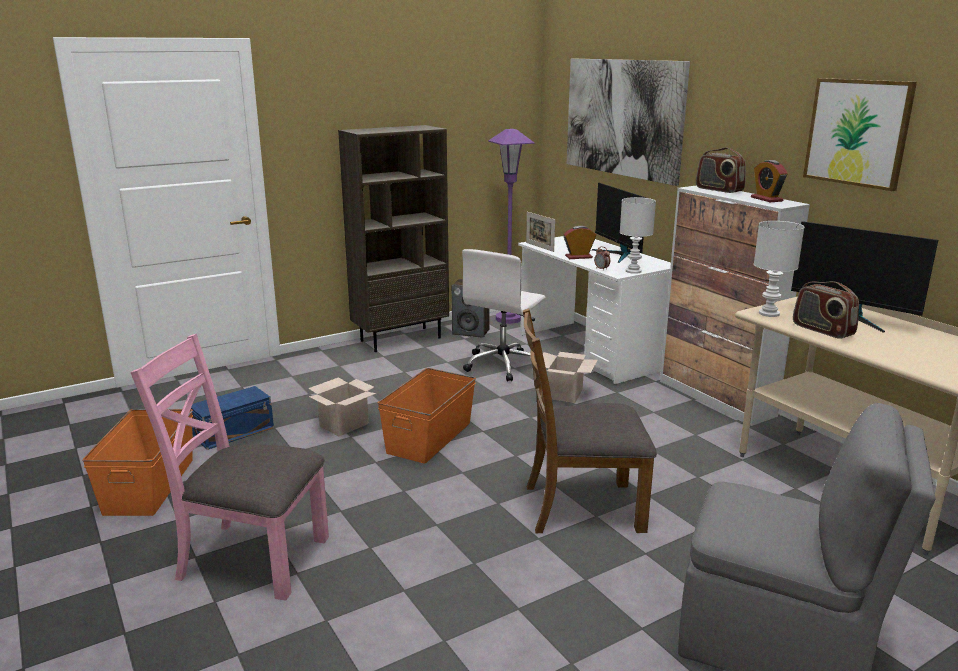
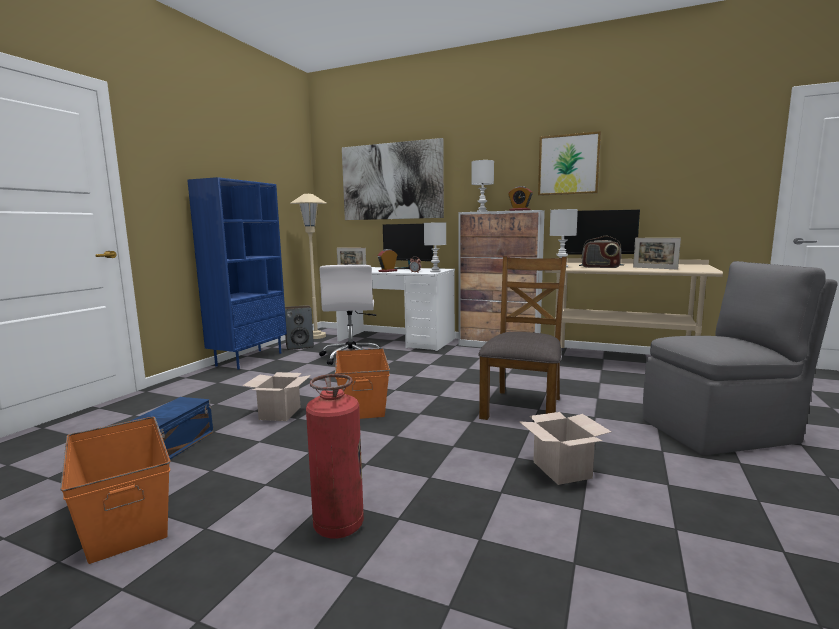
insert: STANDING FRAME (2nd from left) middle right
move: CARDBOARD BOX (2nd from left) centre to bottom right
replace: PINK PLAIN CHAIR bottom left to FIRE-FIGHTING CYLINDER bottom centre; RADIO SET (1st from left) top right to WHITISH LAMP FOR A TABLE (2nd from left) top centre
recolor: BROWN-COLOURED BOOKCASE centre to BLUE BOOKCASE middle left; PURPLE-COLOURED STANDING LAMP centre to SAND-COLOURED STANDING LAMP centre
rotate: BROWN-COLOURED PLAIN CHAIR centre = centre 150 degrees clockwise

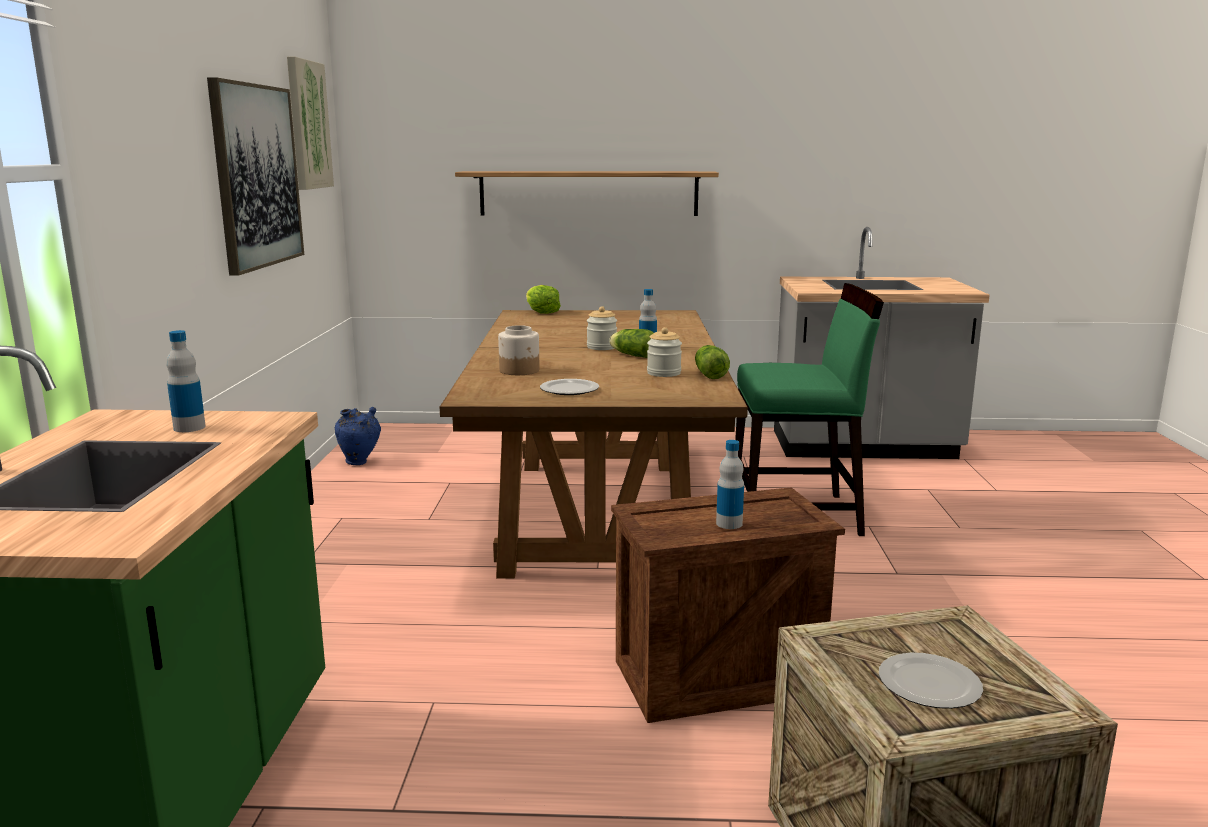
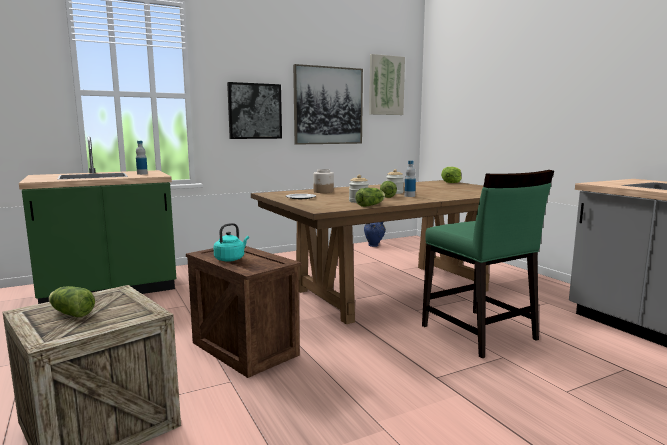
delete: BRACKET SHELF top centre
insert: WALL ART (1st from left) top centre
replace: DRINK BOTTLE (3rd from left) centre to TURQUOISE WATER KETTLE centre; DINNER PLATE (2nd from left) bottom right to HEAD OF LETTUCE (1st from left) bottom left

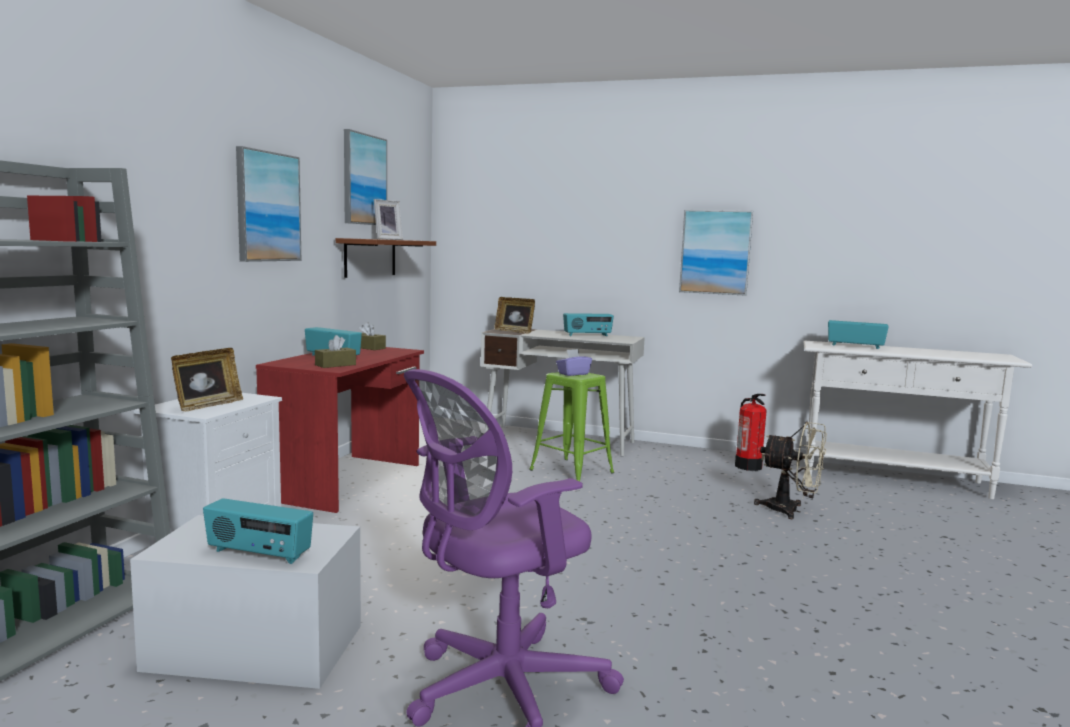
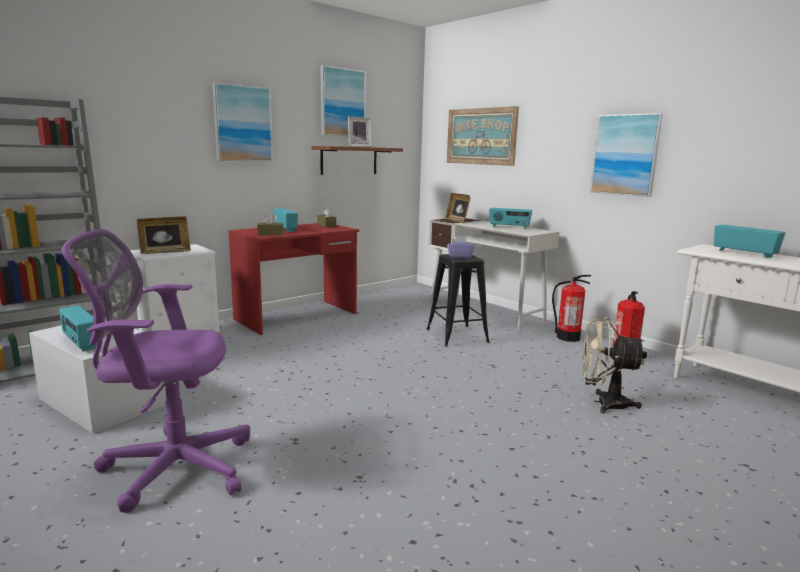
insert: WALL ART (3rd from left) top centre; FIRE-FIGHTING CYLINDER (1st from left) middle right
recolor: GREEN-COLOURED SITTING STOOL centre to BLACKISH SITTING STOOL centre
rotate: SAND-COLOURED ELECTRIC FAN middle right = middle right 135 degrees clockwise

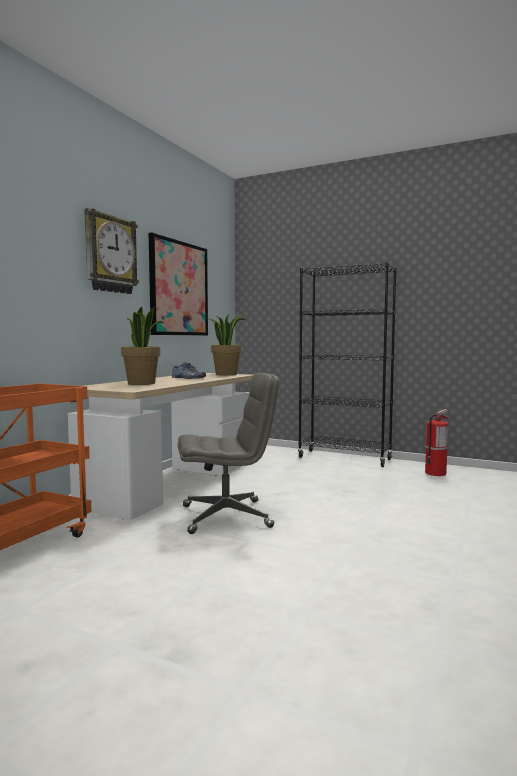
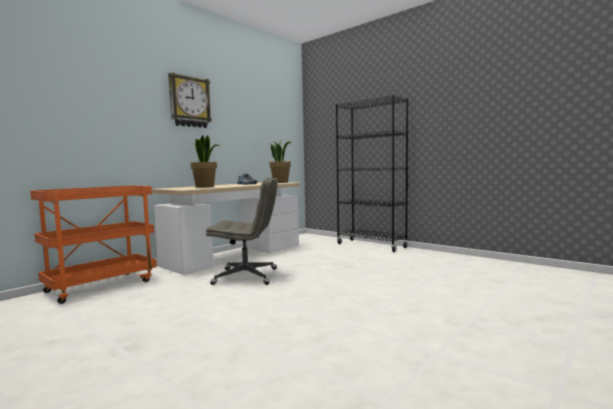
delete: WALL ART centre; FIRE-FIGHTING CYLINDER middle right

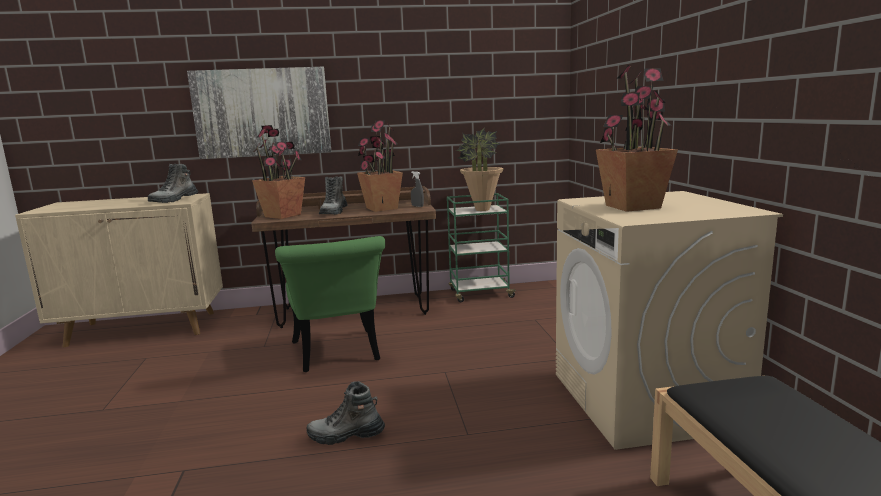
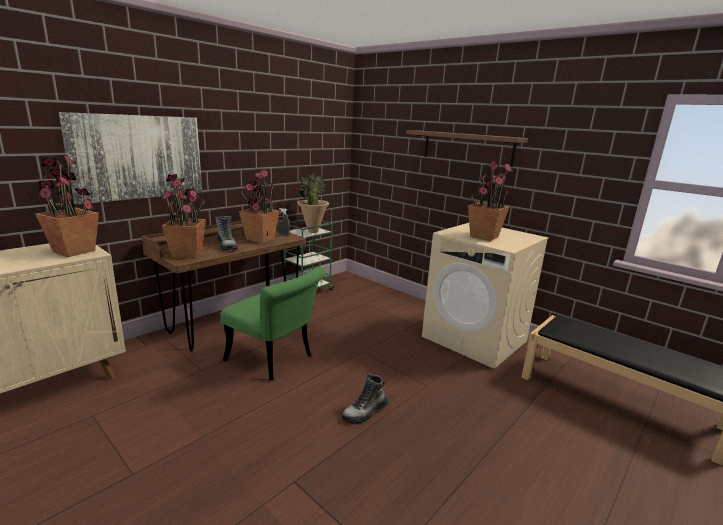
insert: BROWN-COLOURED BRACKET SHELF top centre
replace: HIGH-TOP BOOT (1st from left) middle left to PLANT IN A POT (1st from left) middle left

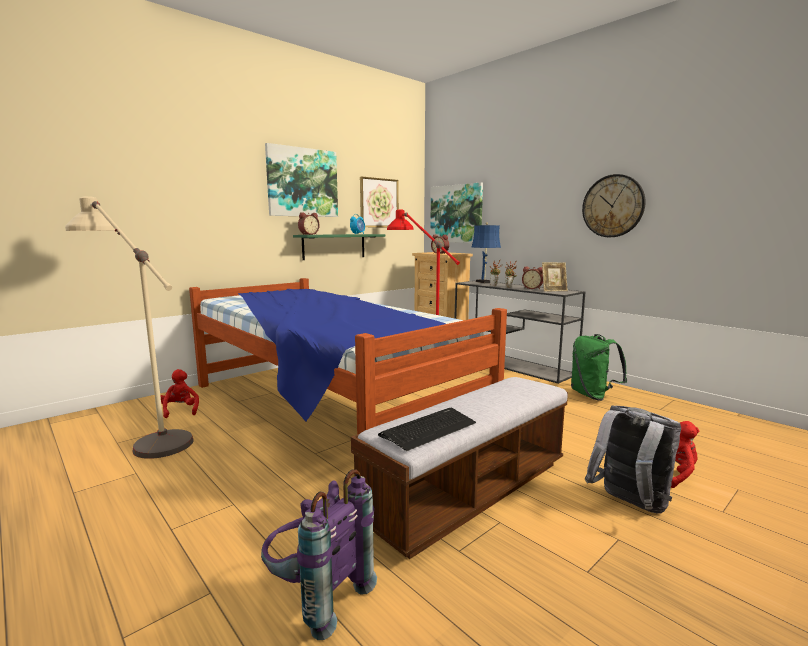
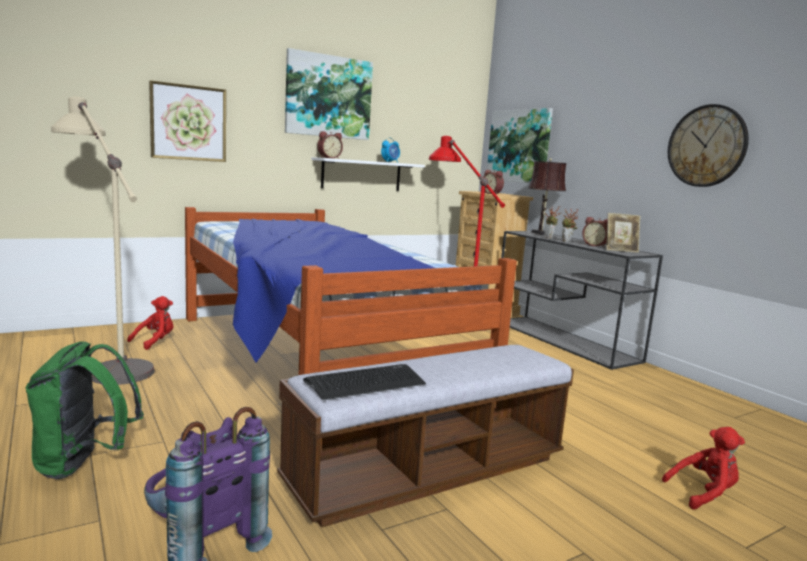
delete: GREYISH BACKPACK bottom right
move: WALL ART (2nd from left in the first image) top centre to WALL ART (1st from left) top left; GREEN-COLOURED BACKPACK middle right to bottom left
recolor: GREEN-COLOURED BRACKET SHELF centre to WHITISH BRACKET SHELF top centre; BLUE LAMP FOR A TABLE centre to BROWN-COLOURED LAMP FOR A TABLE middle right
rotate: RED CUDDLY TOY (1st from left) middle left = middle left 45 degrees clockwise

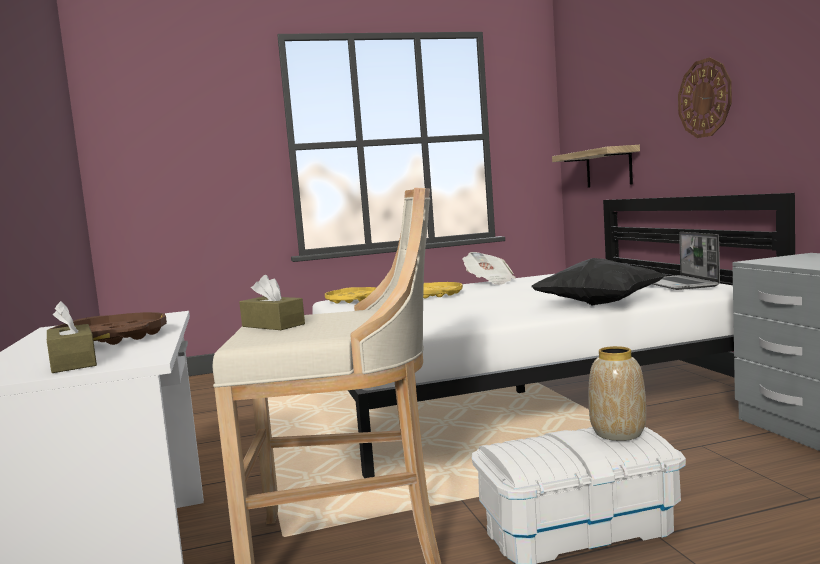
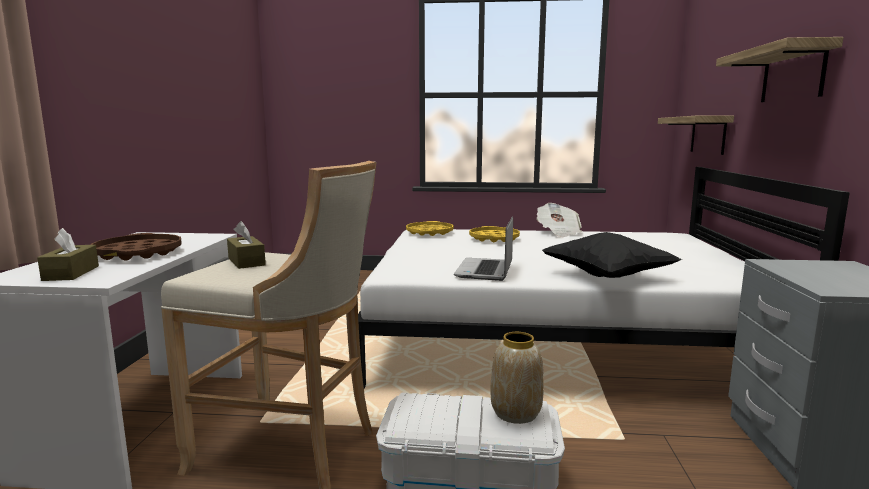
move: LAPTOP middle right to centre
replace: CLOCK ON THE WALL top right to BRACKET SHELF (2nd from left) top right

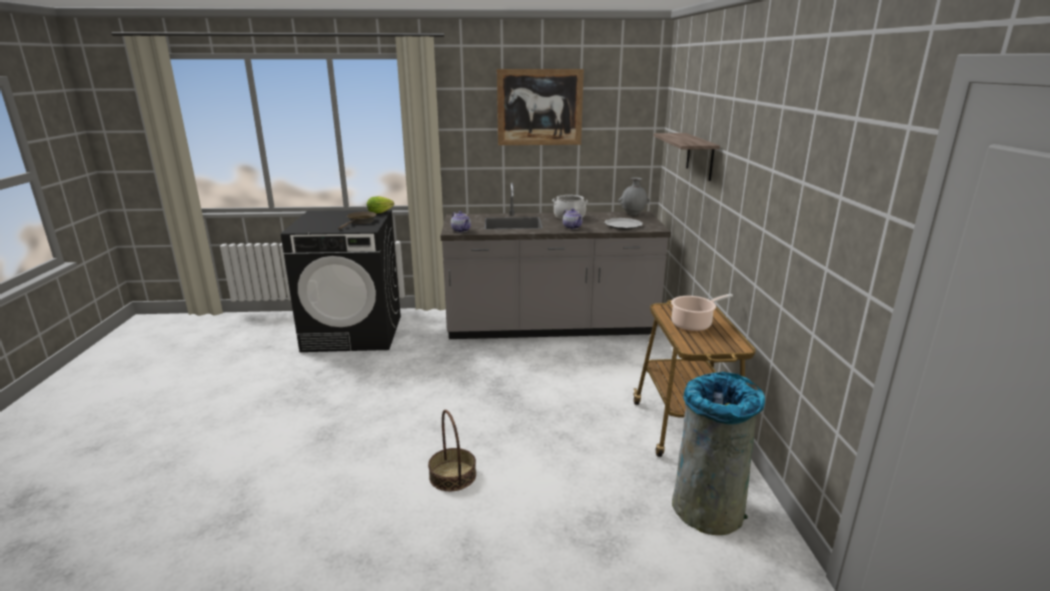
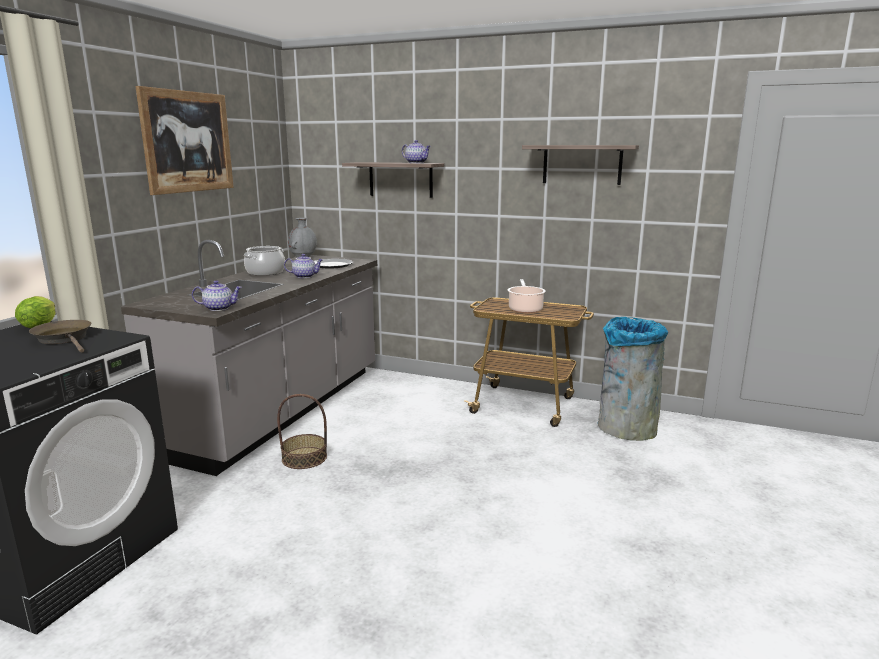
insert: POT FOR TEA (3rd from left) top centre; BRACKET SHELF (2nd from left) top centre
move: HOUSEHOLD BASKET bottom centre to centre

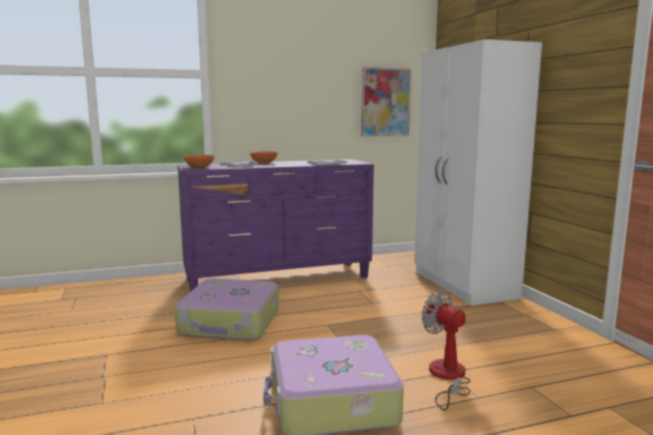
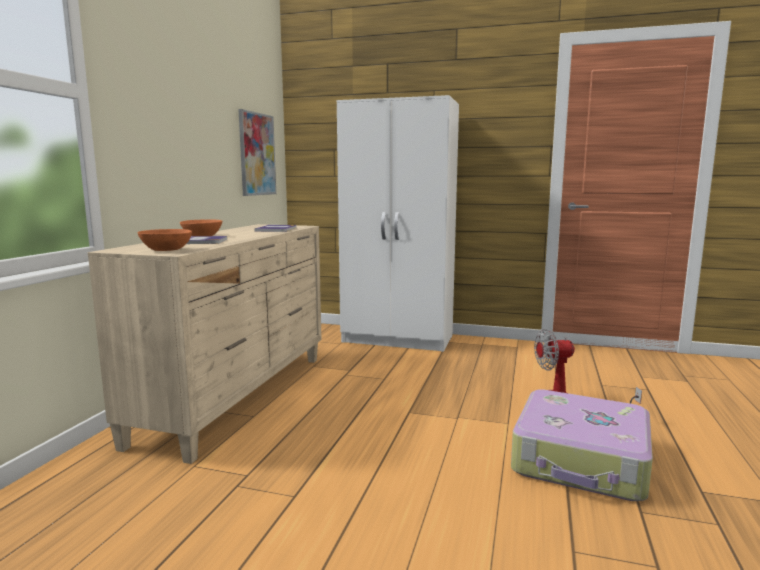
delete: SUITCASE (1st from left) bottom centre
recolor: PURPLE-COLOURED CHEST OF DRAWERS centre to SAND-COLOURED CHEST OF DRAWERS middle left

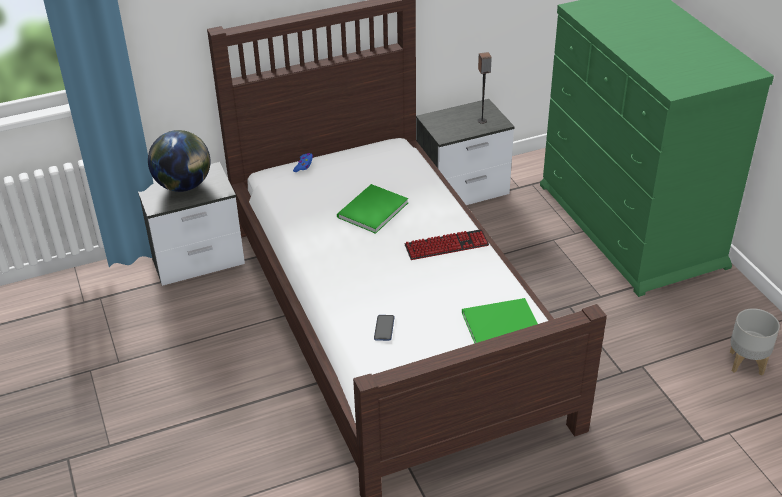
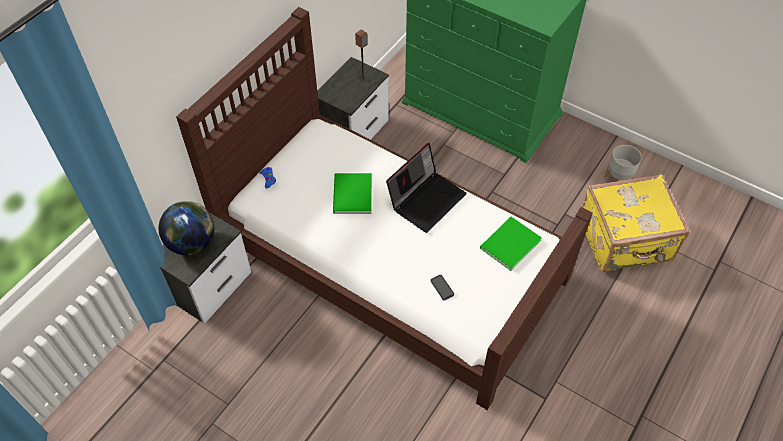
insert: YELLOWISH SUITCASE middle right
replace: KEYBOARD centre to LAPTOP centre

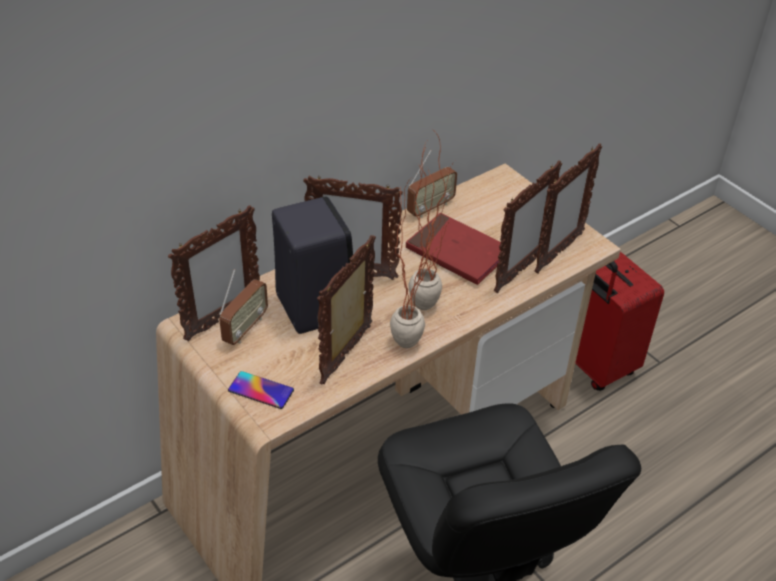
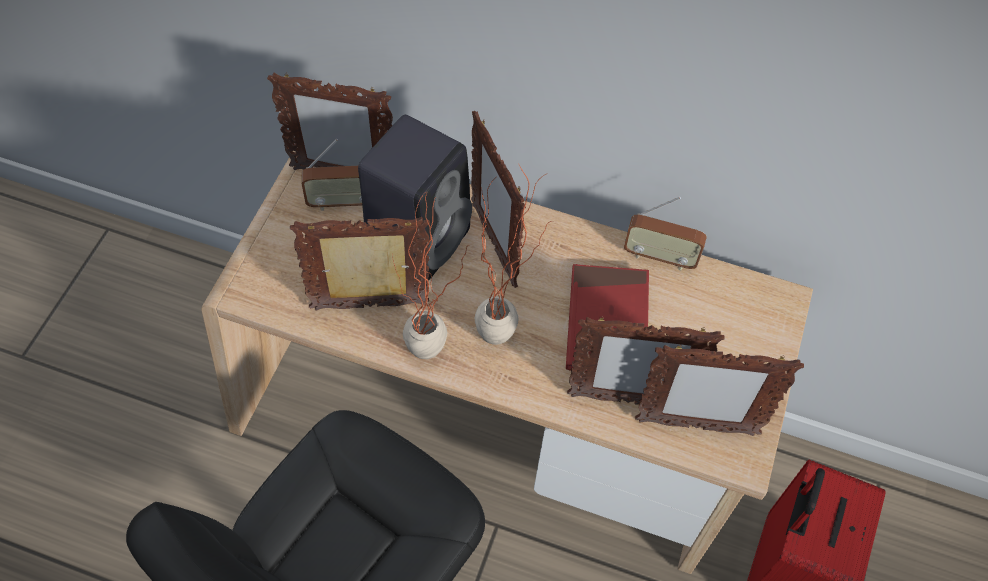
delete: PHONE bottom centre

